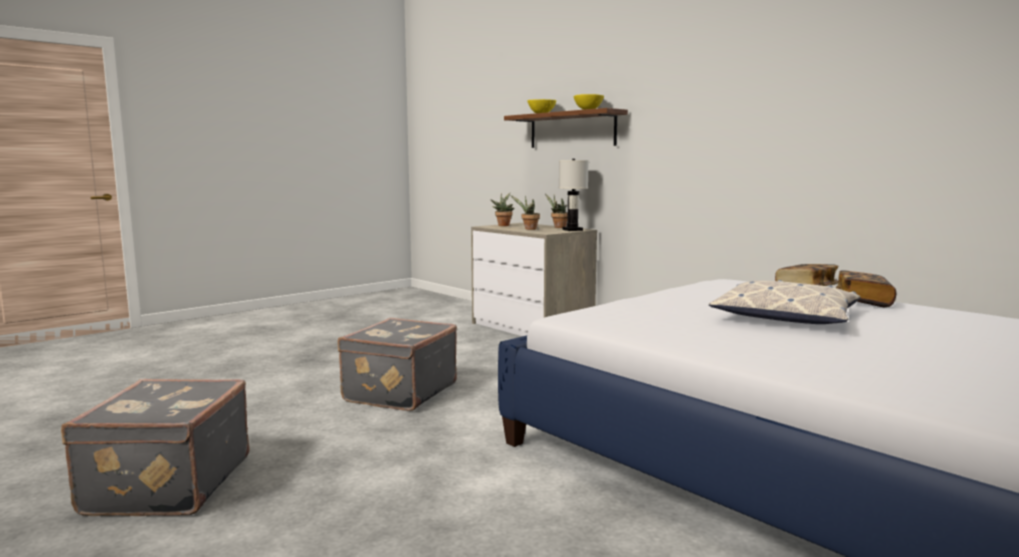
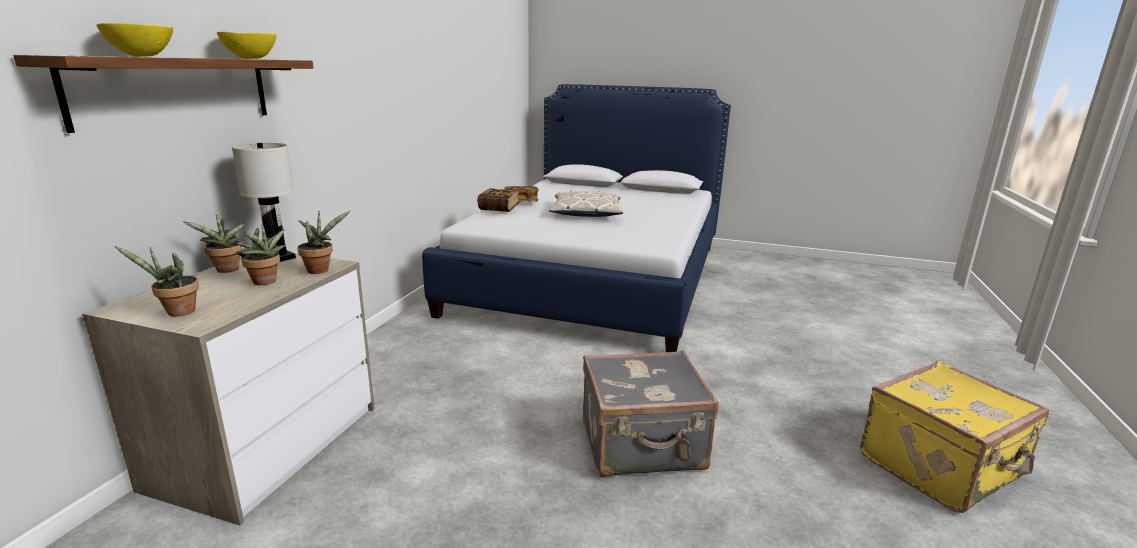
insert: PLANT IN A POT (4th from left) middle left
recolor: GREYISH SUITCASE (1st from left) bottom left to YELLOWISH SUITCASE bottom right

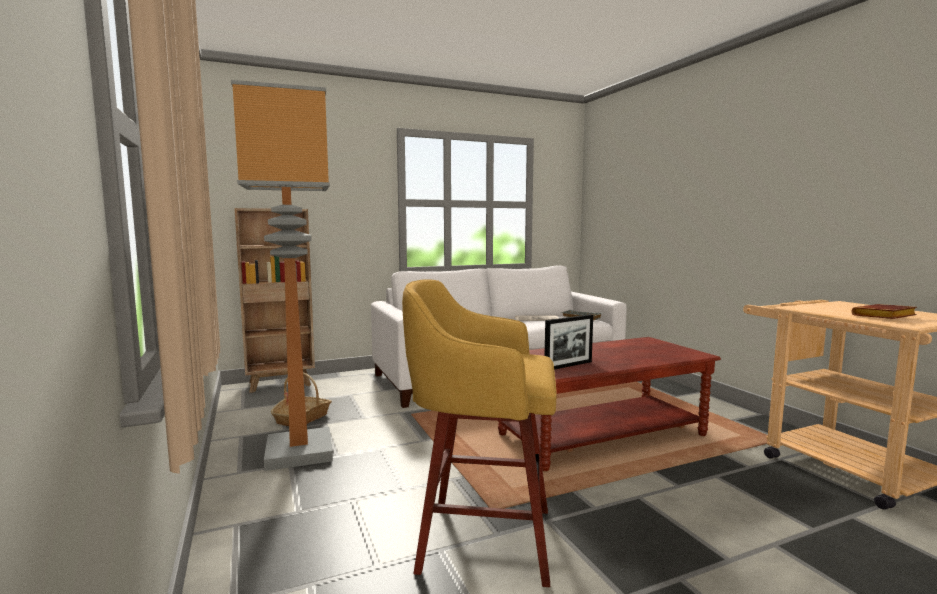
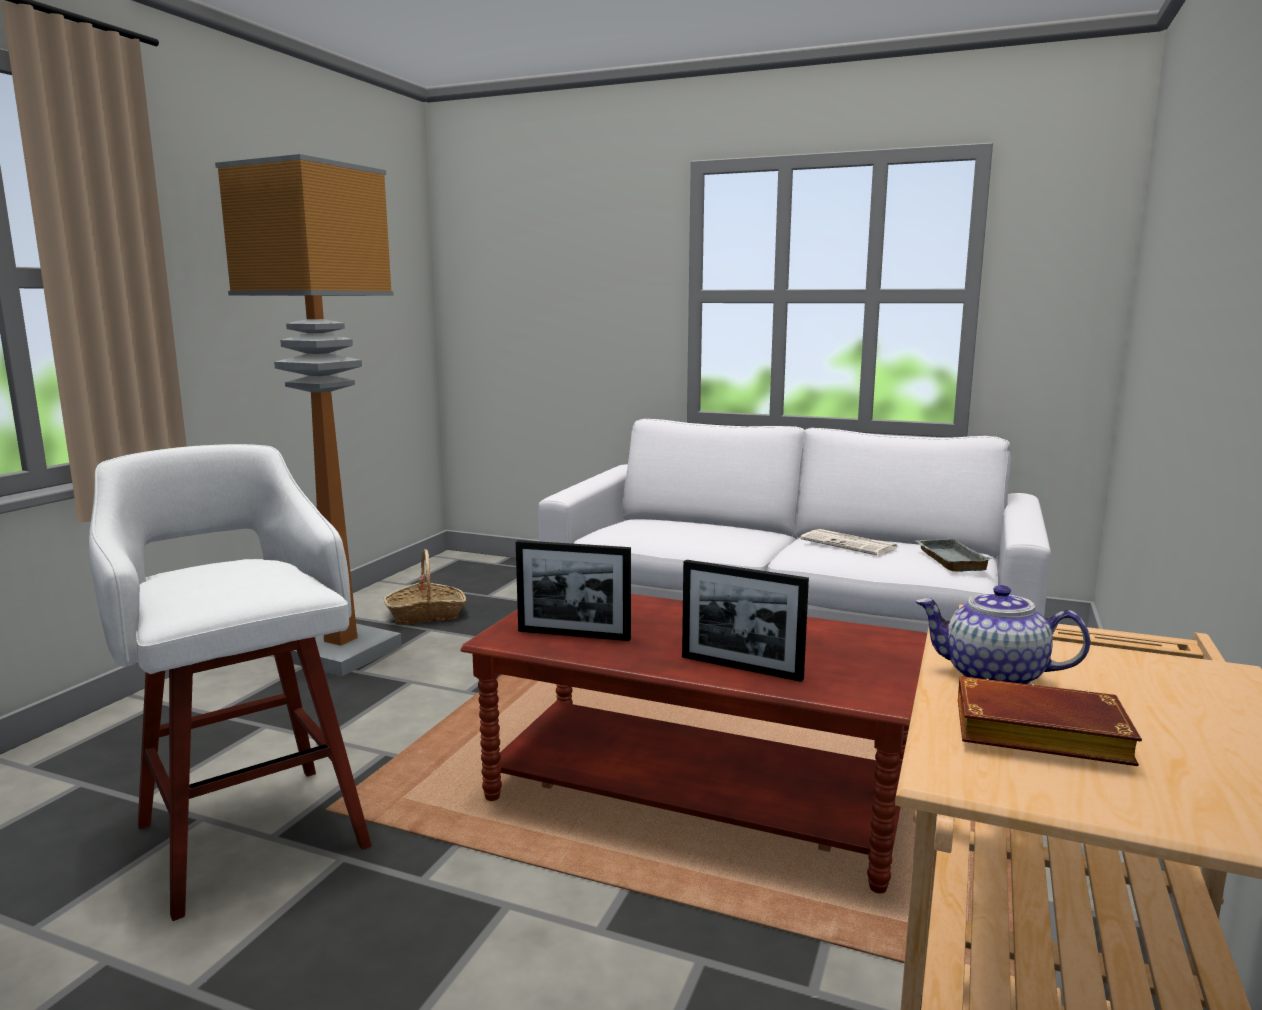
delete: BROWN-COLOURED BOOKCASE middle left
insert: STANDING FRAME (2nd from left) centre; POT FOR TEA middle right
recolor: YELLOWISH SITTING STOOL bottom centre to WHITISH SITTING STOOL bottom left

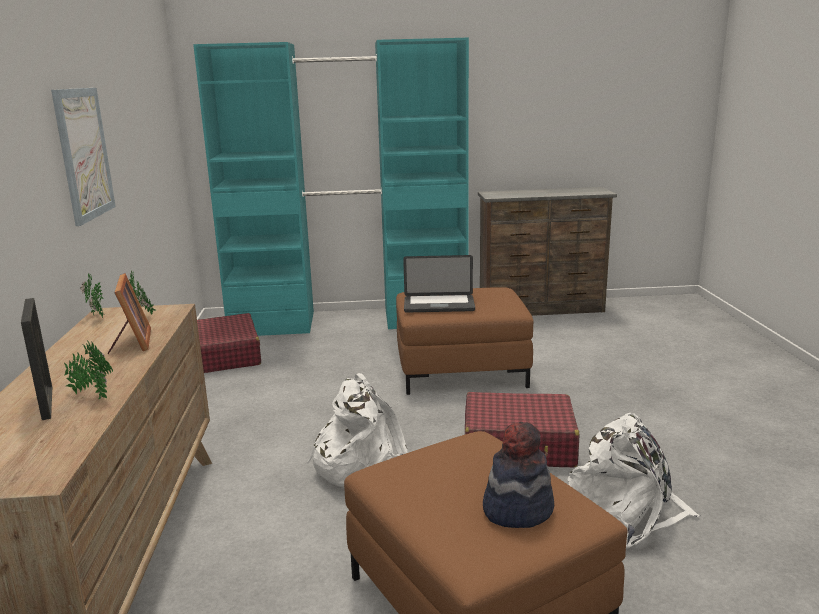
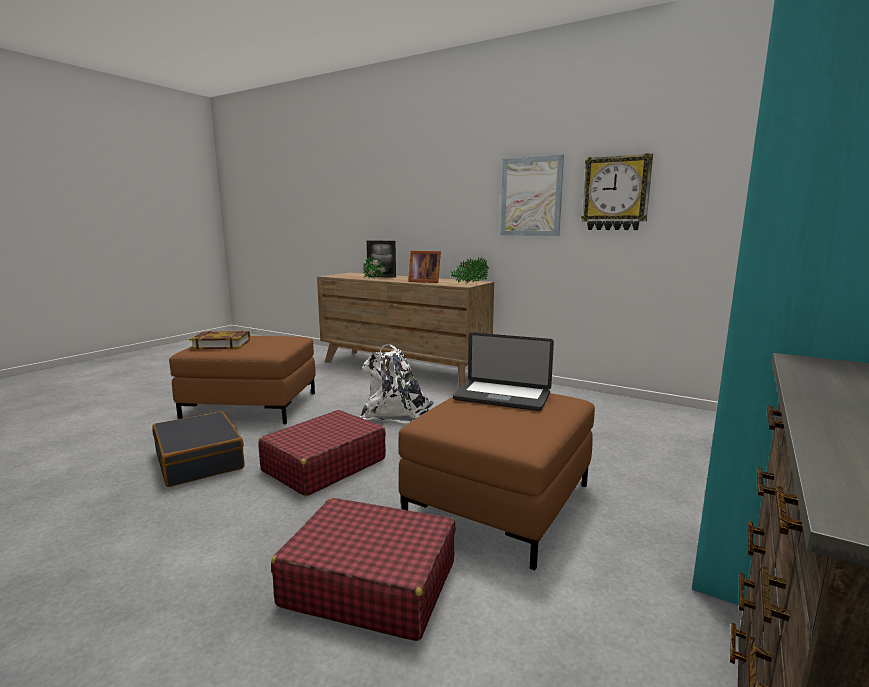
insert: CLOCK ON THE WALL top right
move: RED SUITCASE (1st from left in the first image) middle left to RED SUITCASE (2nd from left) bottom centre
replace: WEARABLE HAT bottom centre to VOLUME middle left; WHITISH BACKPACK (2nd from left) bottom right to BLACKISH SUITCASE middle left
rotate: LAPTOP centre = centre 105 degrees counterclockwise

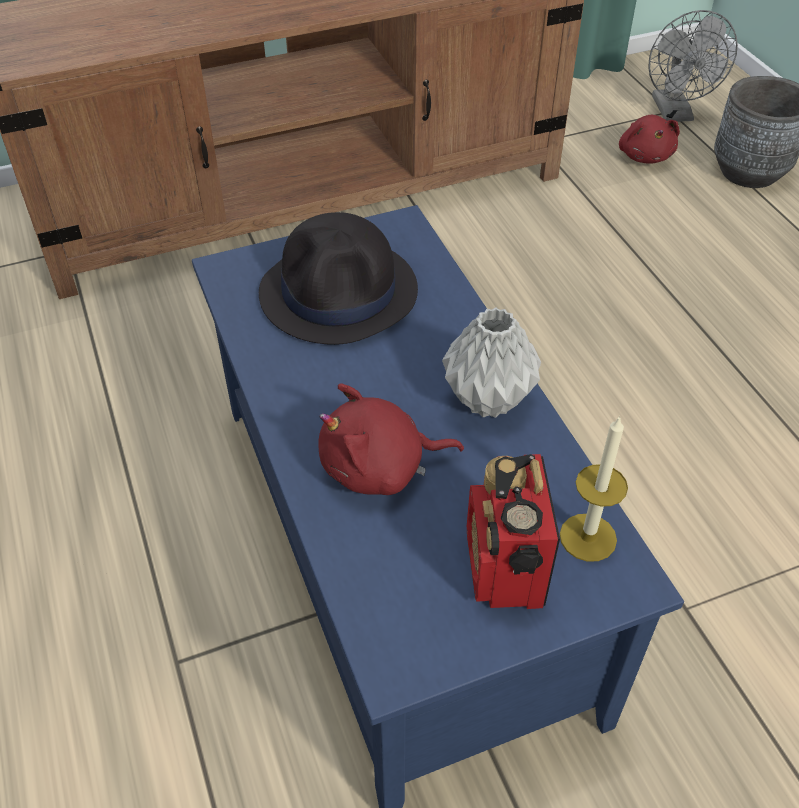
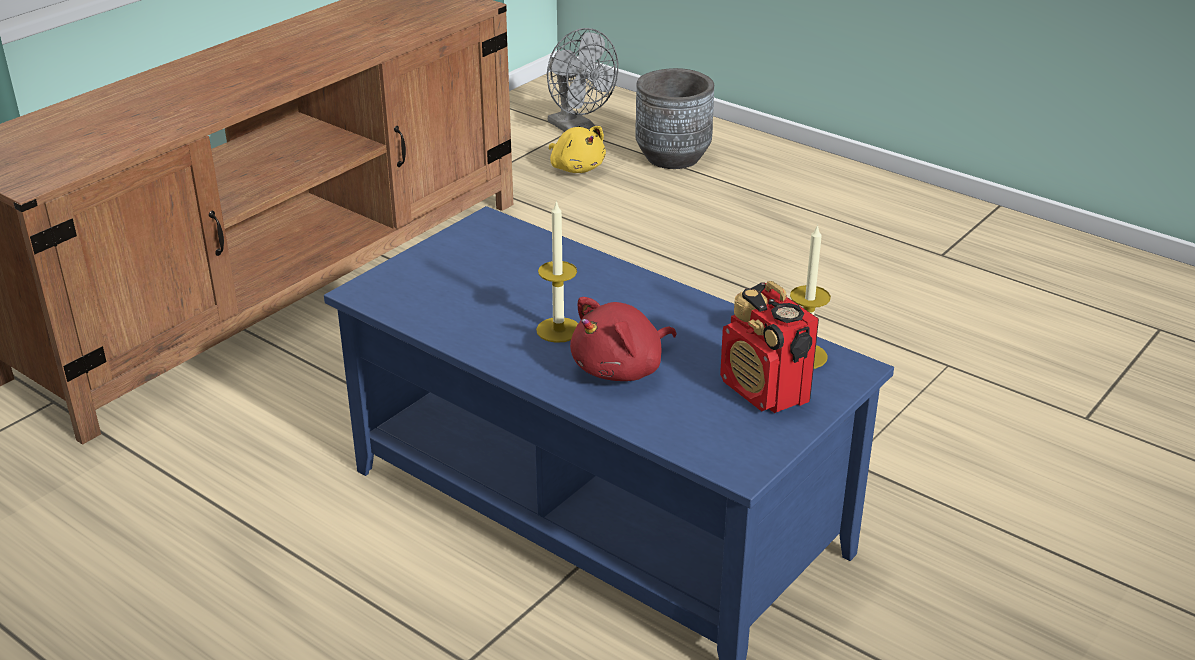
delete: BLACKISH WEARABLE HAT centre; GREYISH FLOWER VASE centre
insert: CANDLE (1st from left) centre
recolor: RED CUDDLY TOY (2nd from left) top right to YELLOWISH CUDDLY TOY top centre

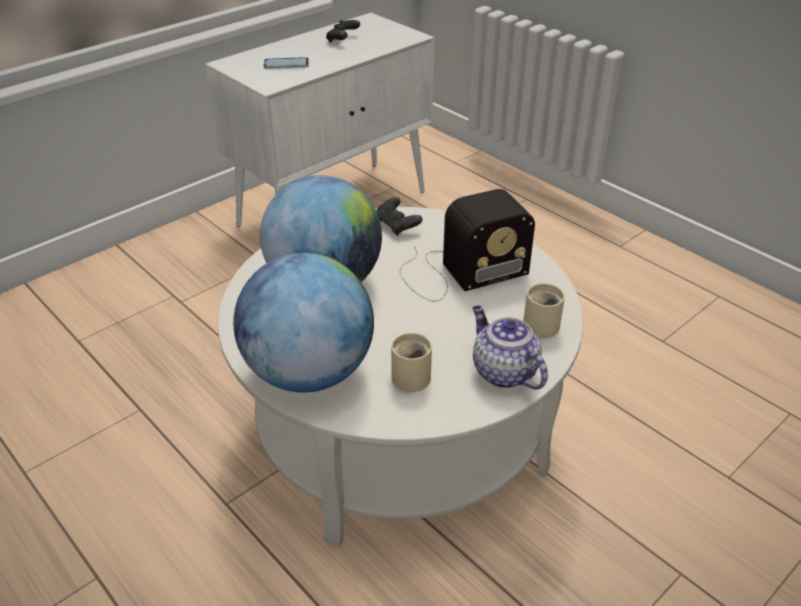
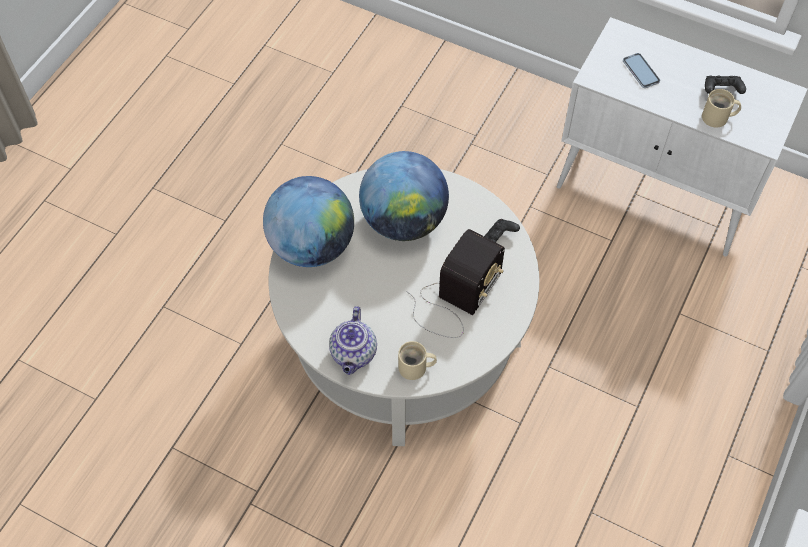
move: SAND-COLOURED MUG (1st from left in the first image) centre to SAND-COLOURED MUG (2nd from left) top right
rotate: RADIO SET centre = centre 105 degrees counterclockwise; POT FOR TEA centre = centre 150 degrees clockwise

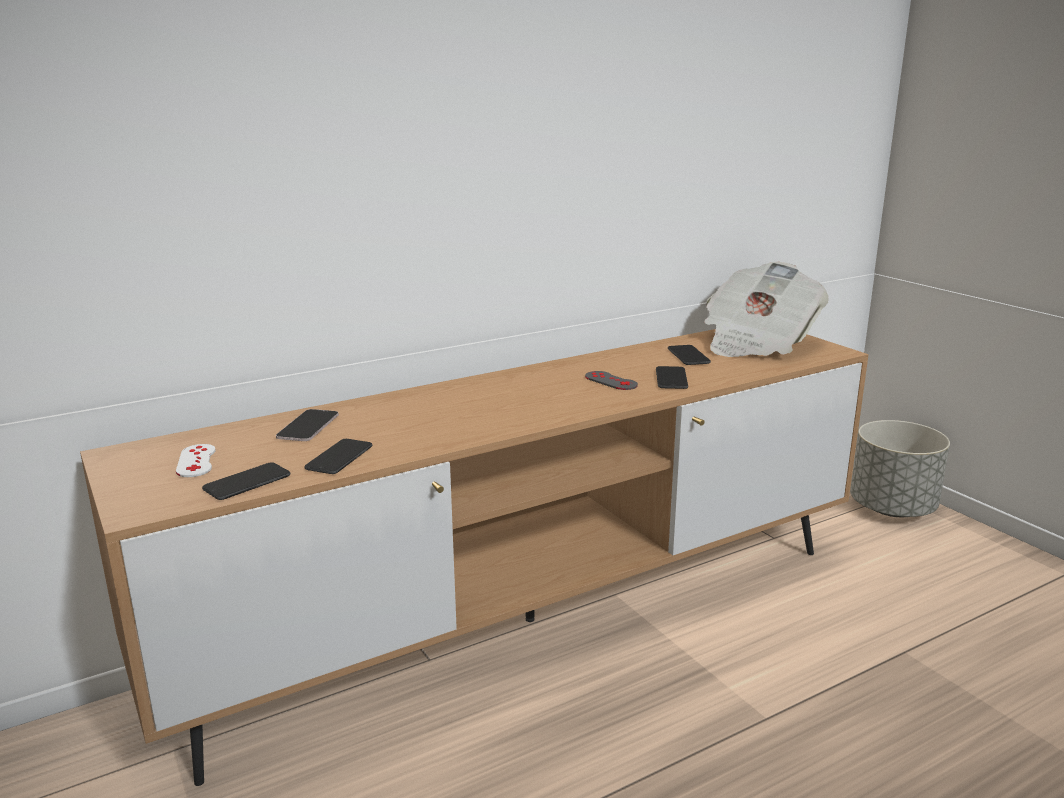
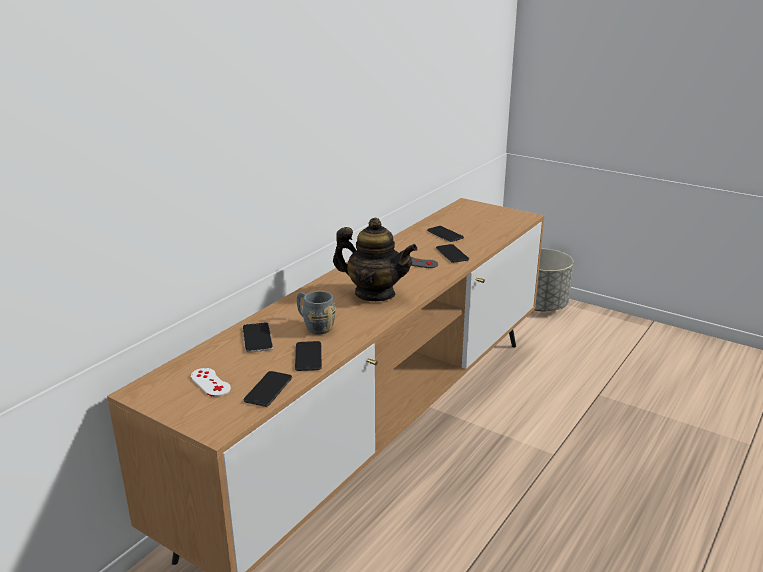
delete: DAILY PAPER middle right
insert: GREYISH MUG centre; POT FOR TEA centre

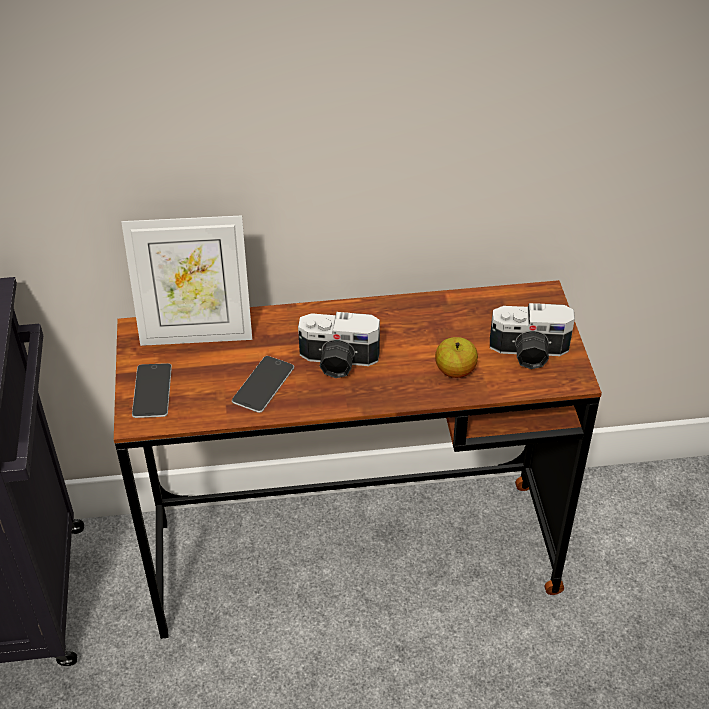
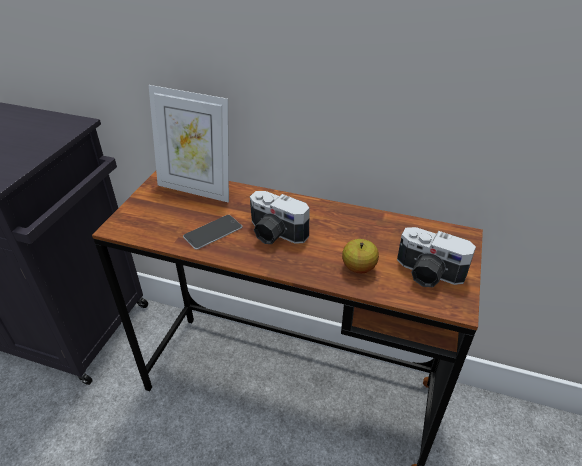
delete: PHONE (1st from left) middle left

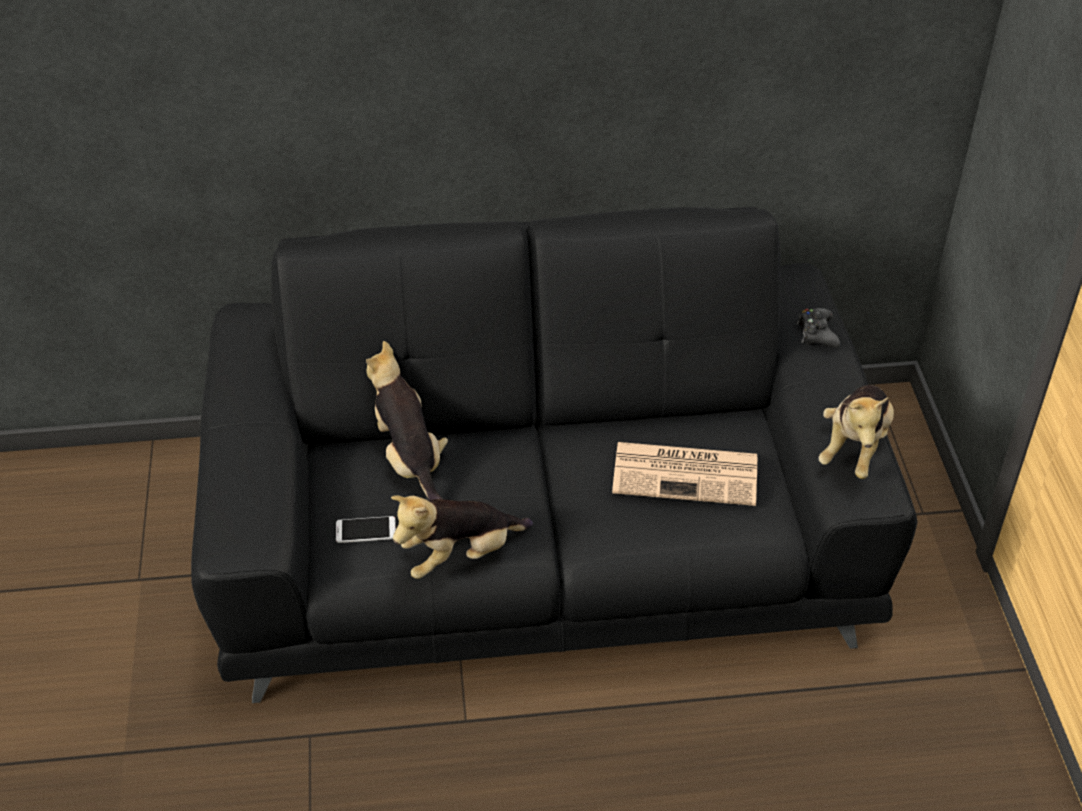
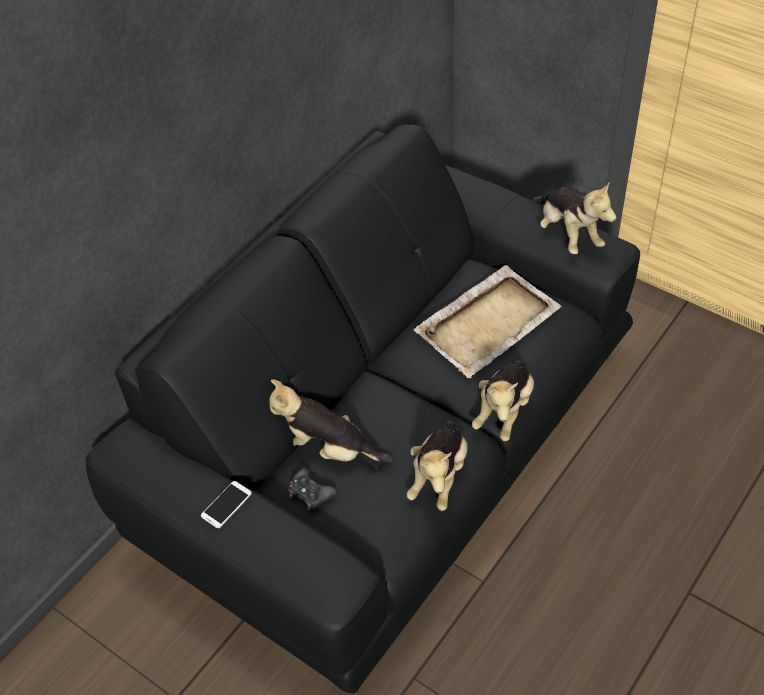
insert: CUDDLY TOY (3rd from left) centre
move: PHONE centre to bottom left; BLACKISH GAME CONTROLLER middle right to bottom centre
replace: DAILY PAPER centre to SAND-COLOURED TRAY centre

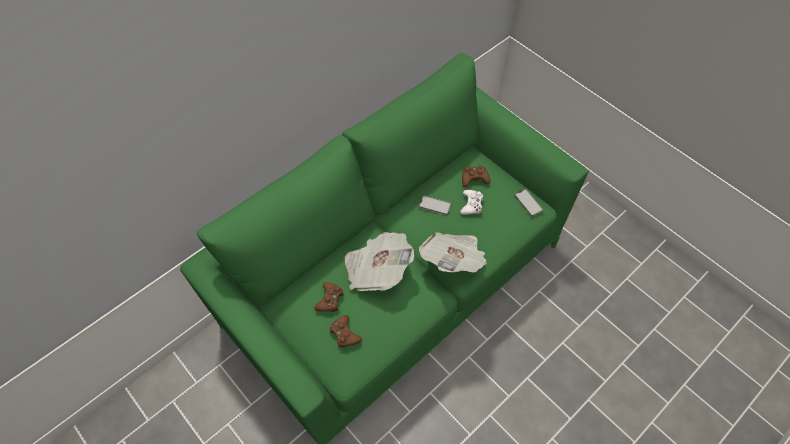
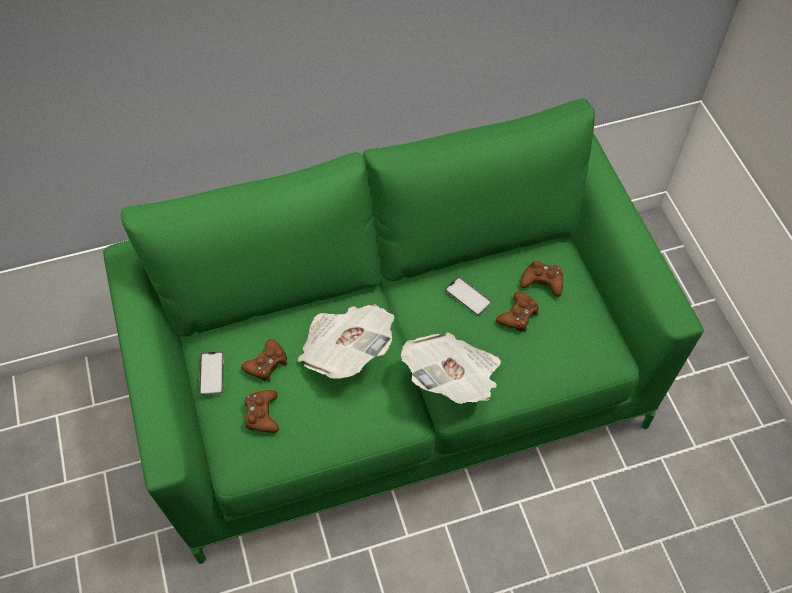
move: PHONE (2nd from left in the first image) middle right to PHONE (1st from left) middle left
recolor: WHITISH GAME CONTROLLER centre to BROWN-COLOURED GAME CONTROLLER (3rd from left) centre

